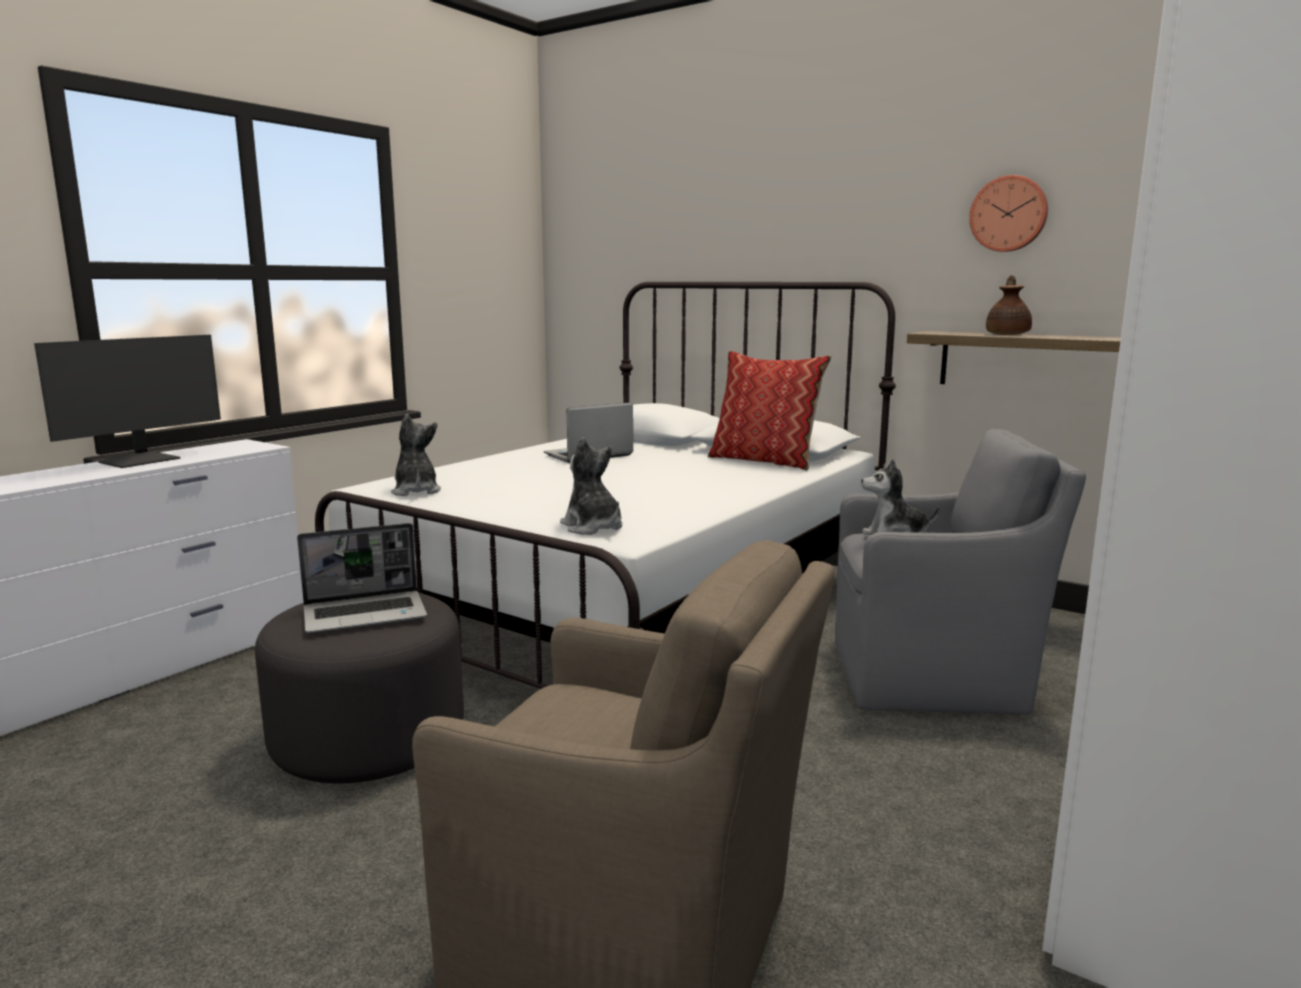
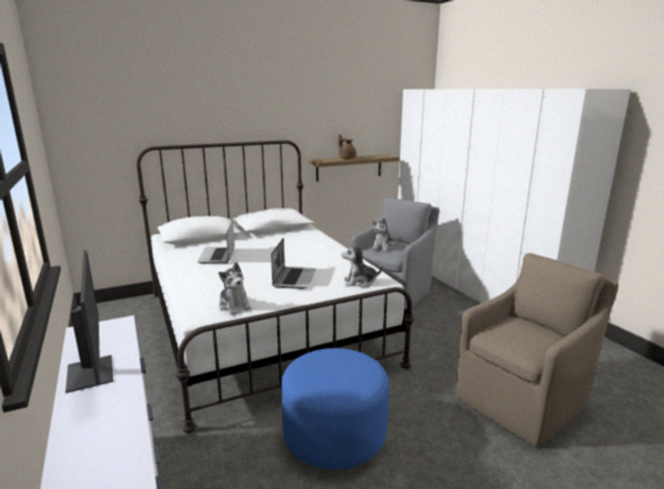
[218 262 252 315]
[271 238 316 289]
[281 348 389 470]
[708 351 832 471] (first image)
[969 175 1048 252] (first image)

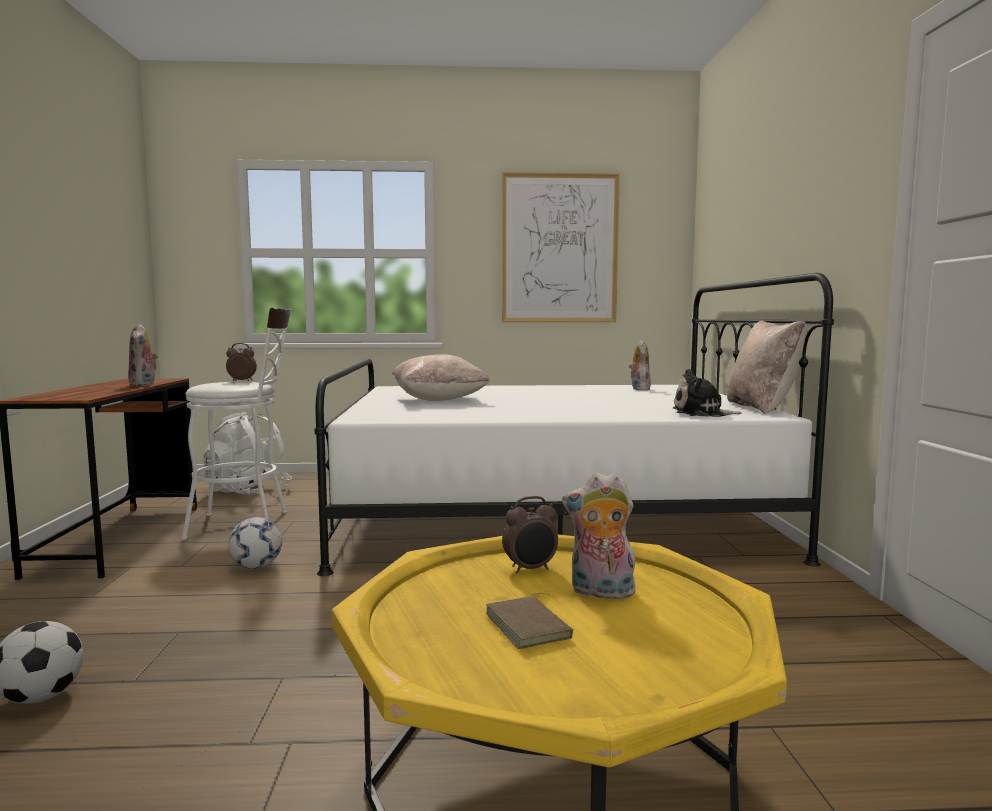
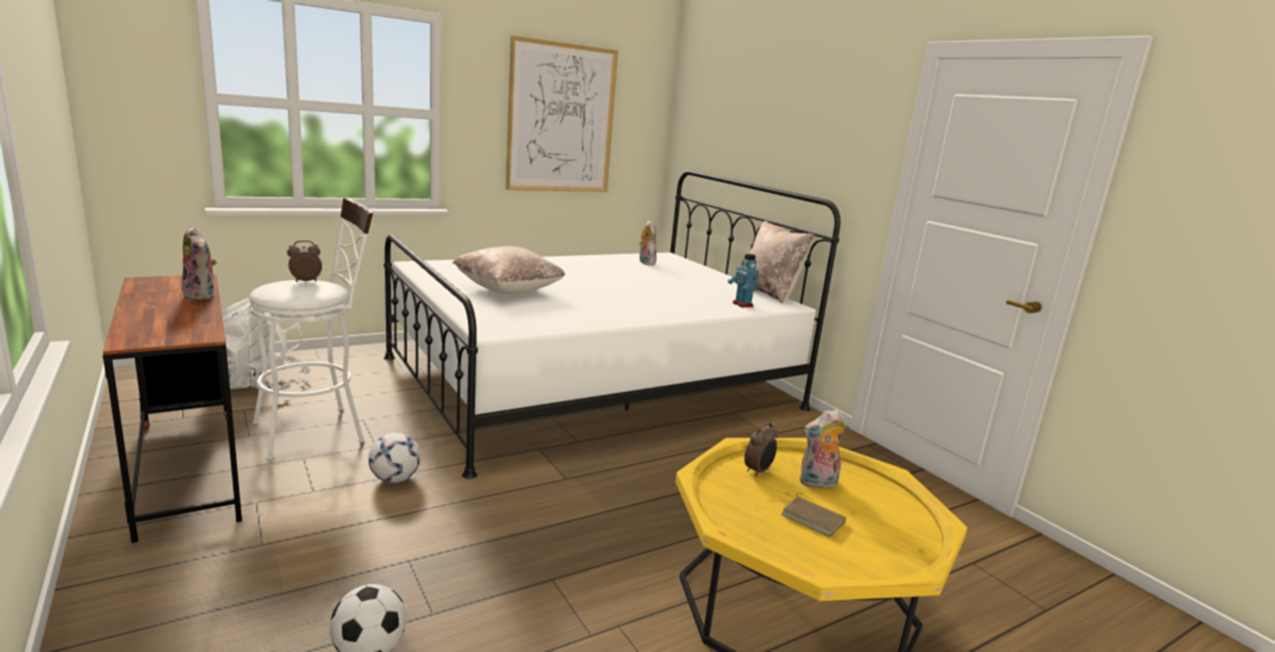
[728 254 759 307]

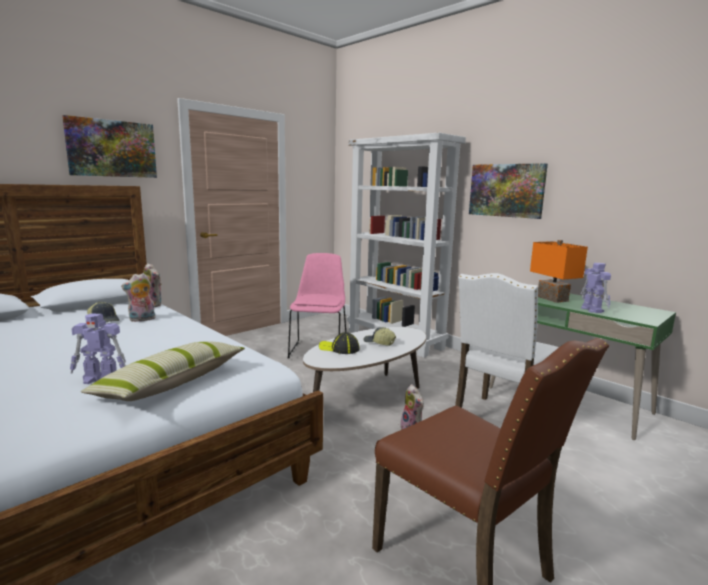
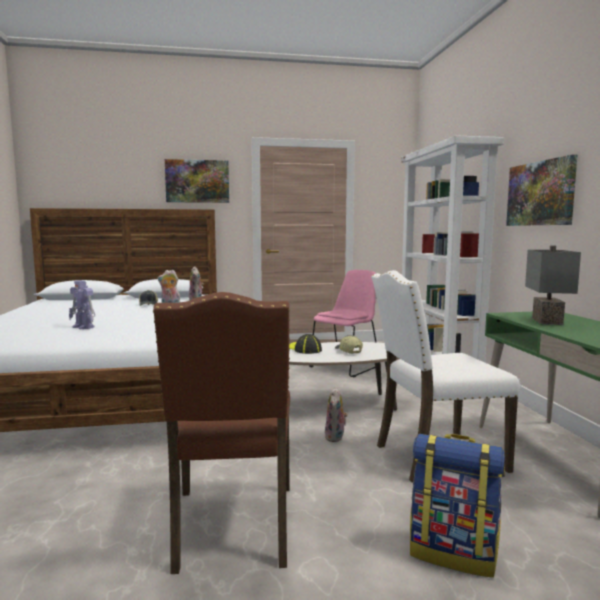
[410 434 505 578]
[525 245 581 325]
[80 341 245 401] (first image)
[581 263 611 313] (first image)

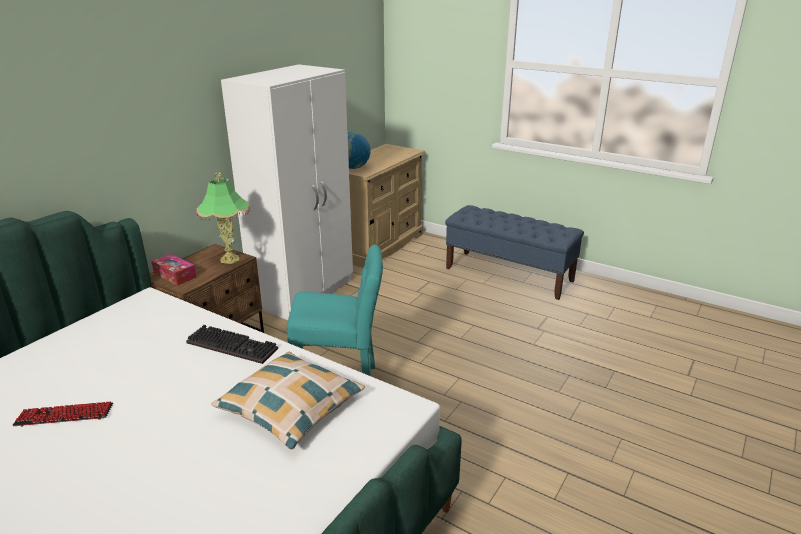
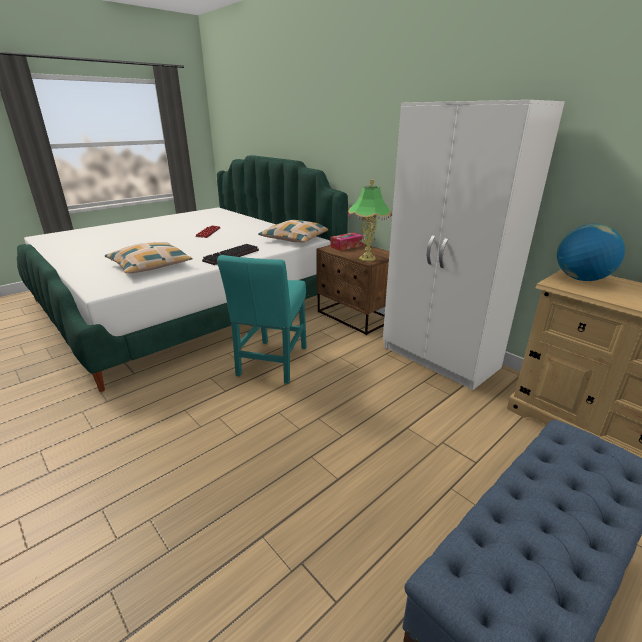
[258 220 328 243]

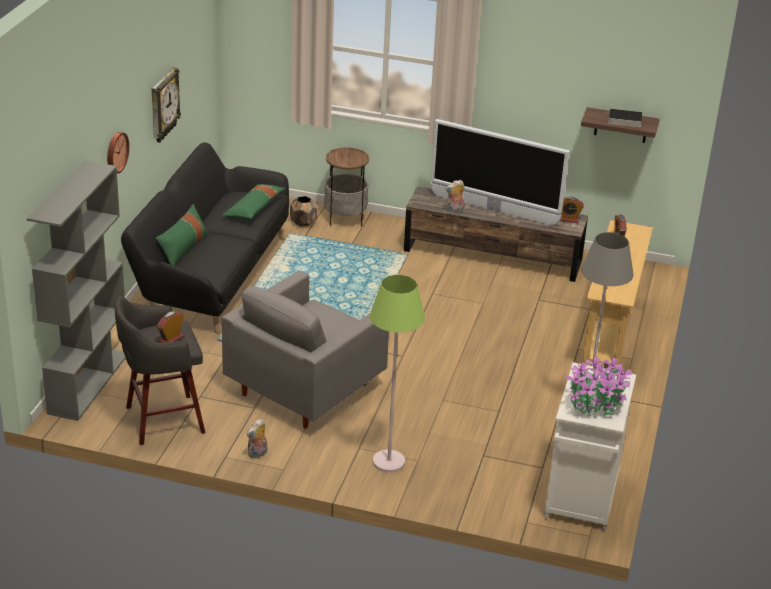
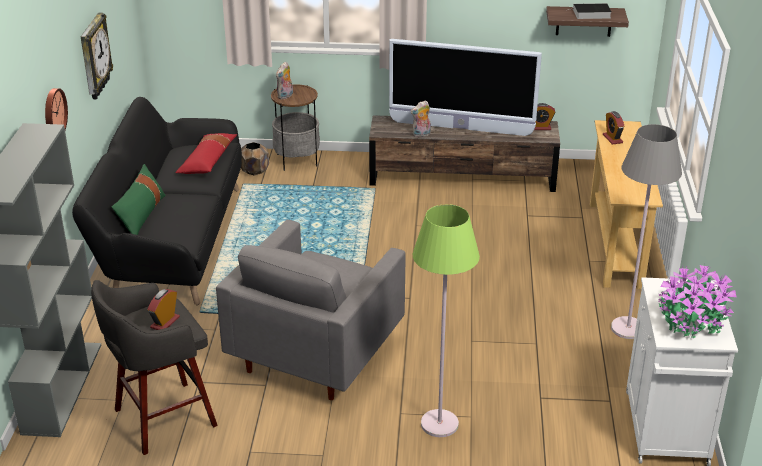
[175 133 237 174]
[276 61 293 99]

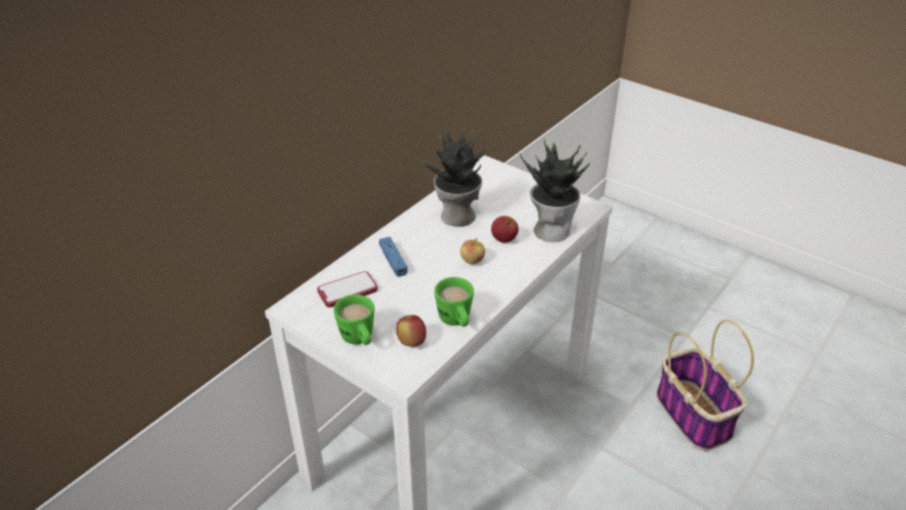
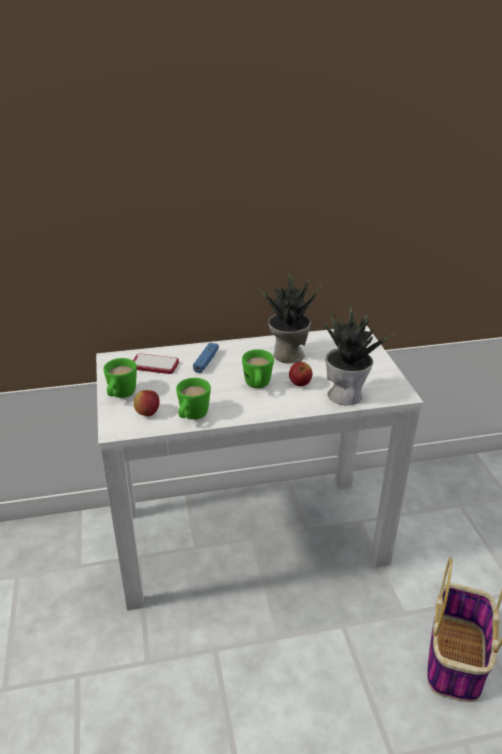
[242 349 274 388]

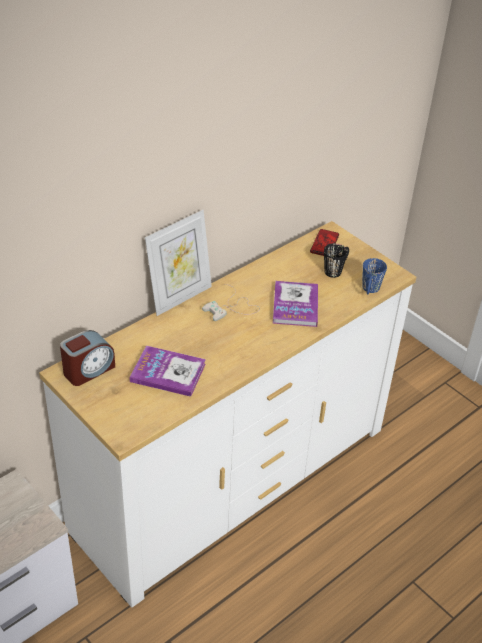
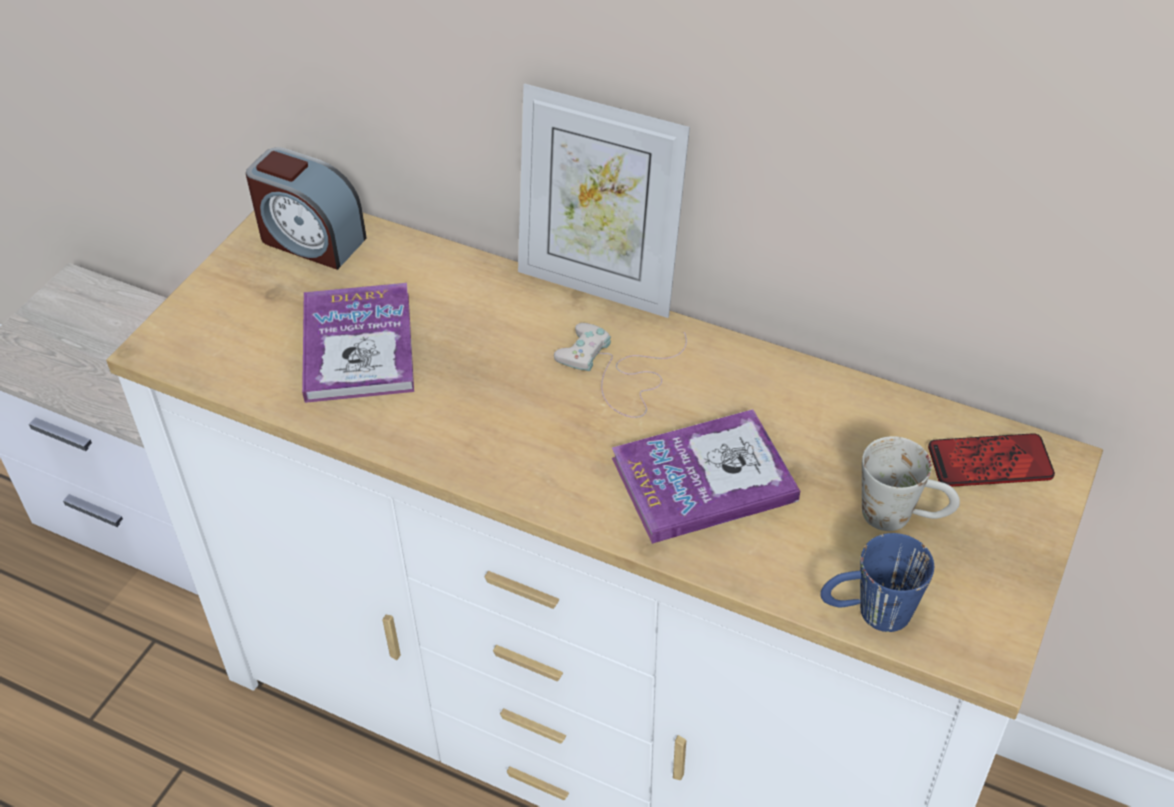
[862 436 960 531]

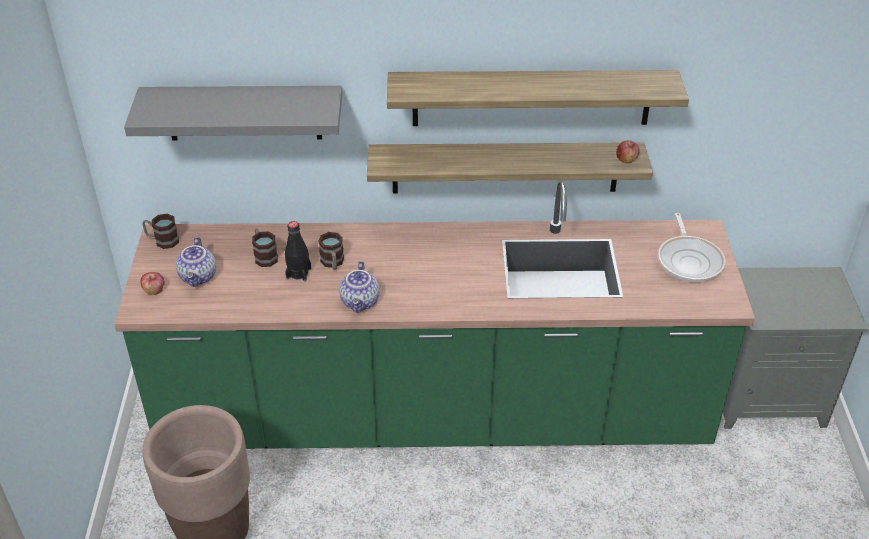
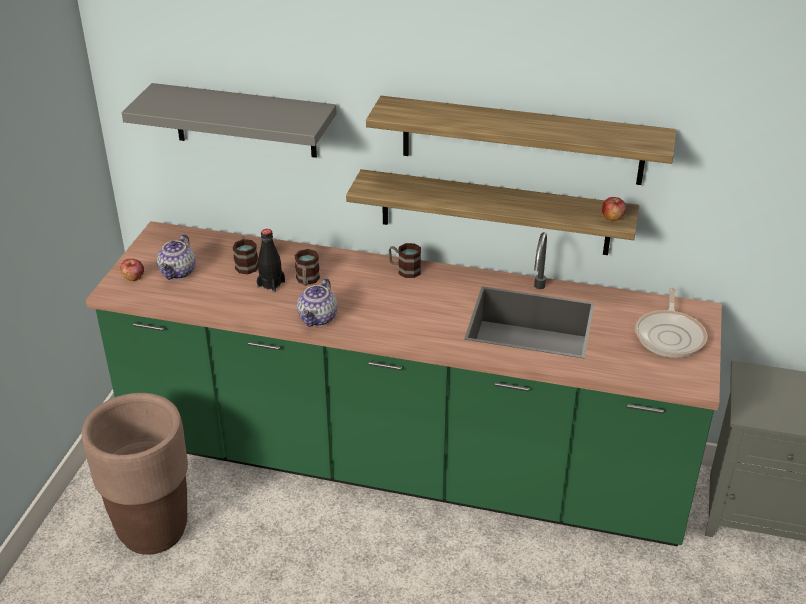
[389 243 421 278]

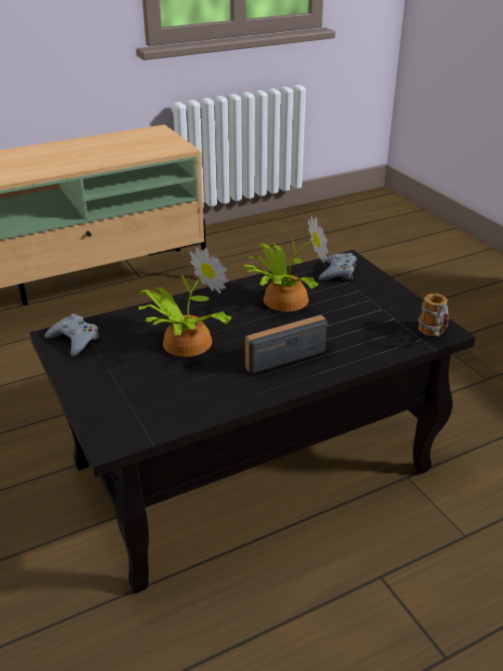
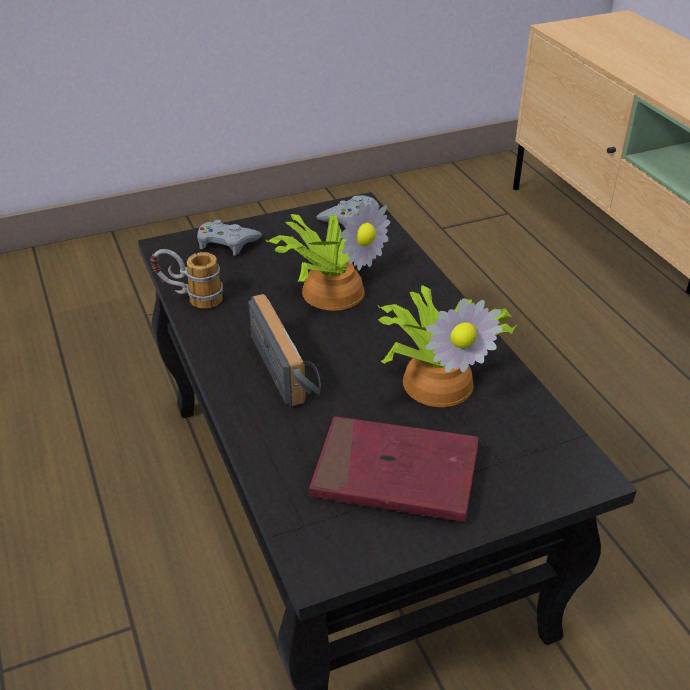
[151 249 223 309]
[197 220 262 256]
[309 416 479 522]

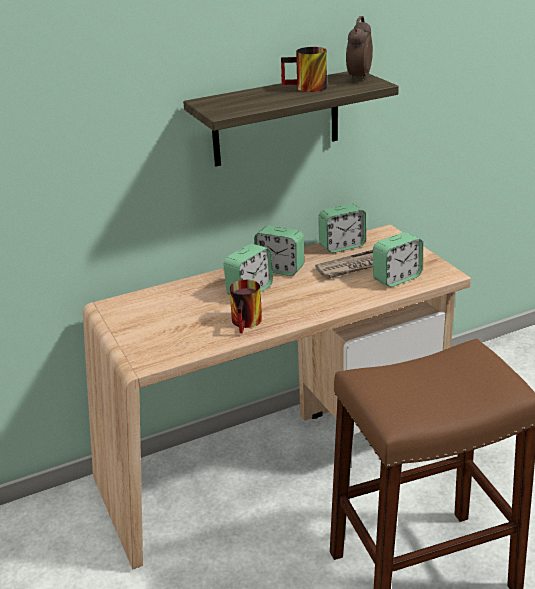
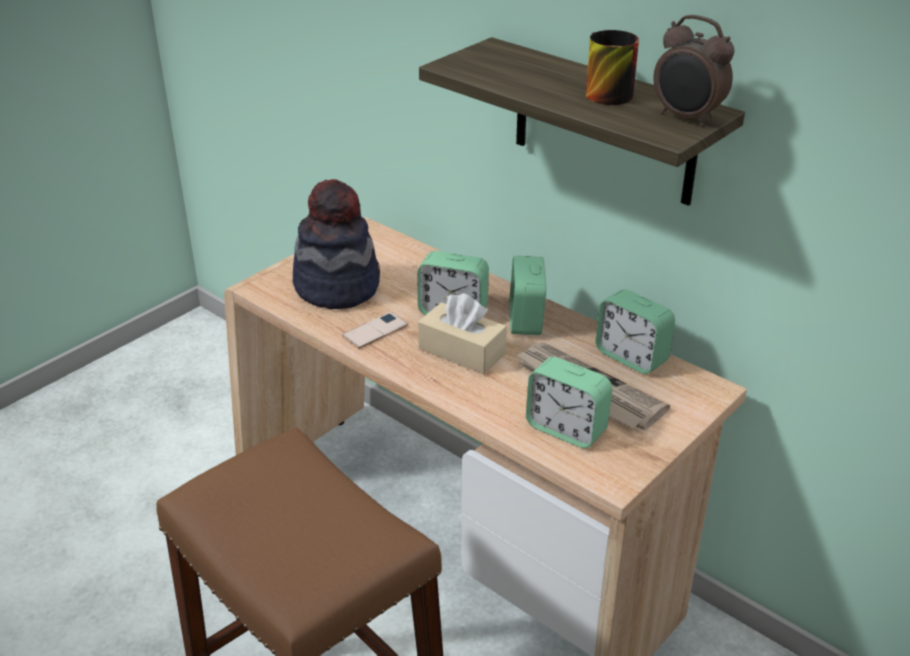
[293 179 380 309]
[342 312 408 349]
[418 293 507 374]
[653 15 735 127]

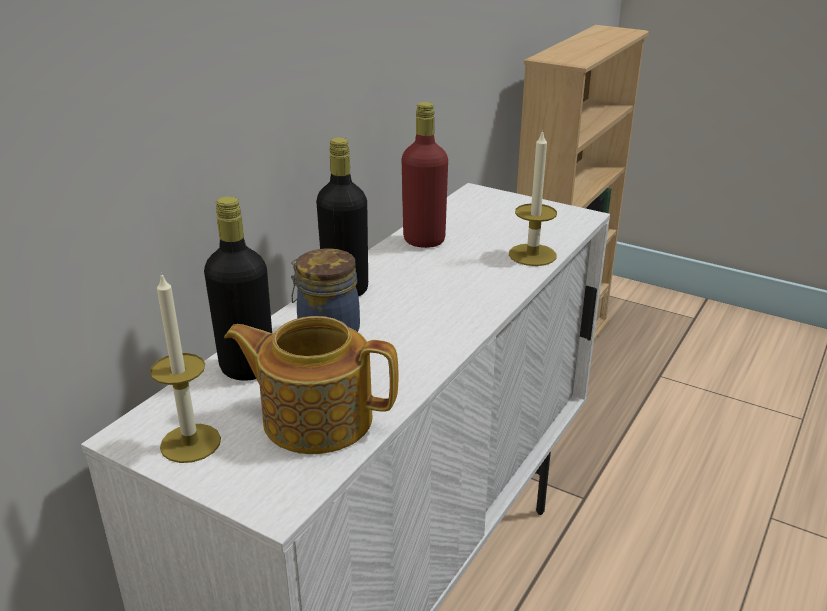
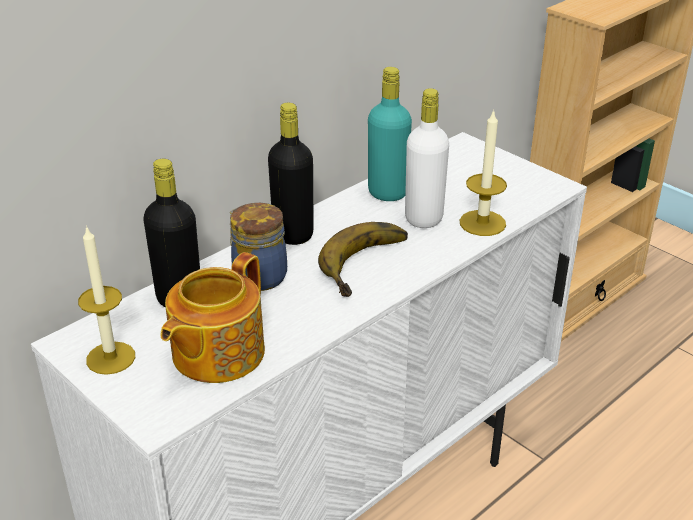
[161 252 265 383]
[318 222 408 297]
[368 67 412 201]
[405 88 449 228]

